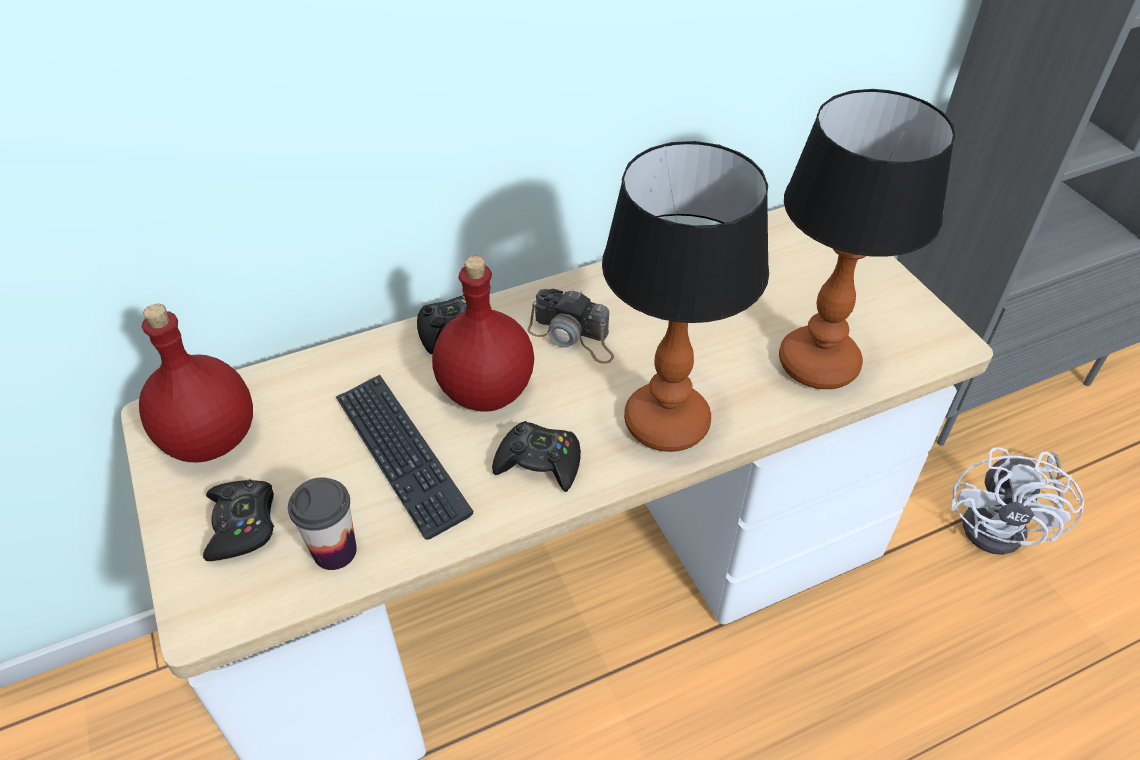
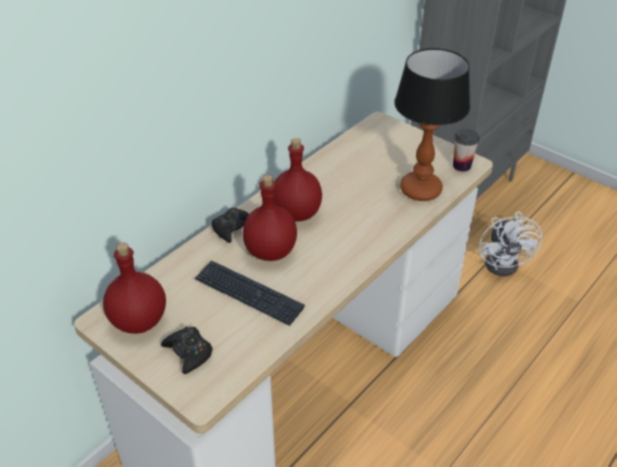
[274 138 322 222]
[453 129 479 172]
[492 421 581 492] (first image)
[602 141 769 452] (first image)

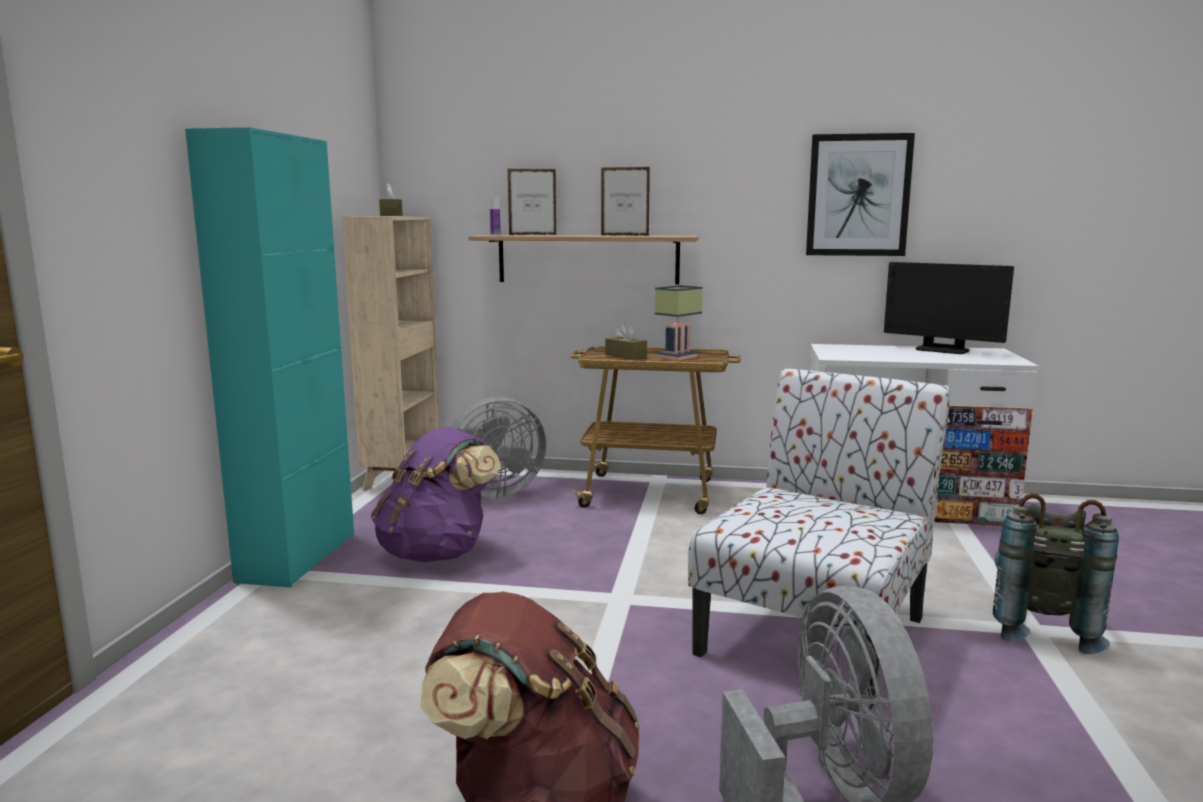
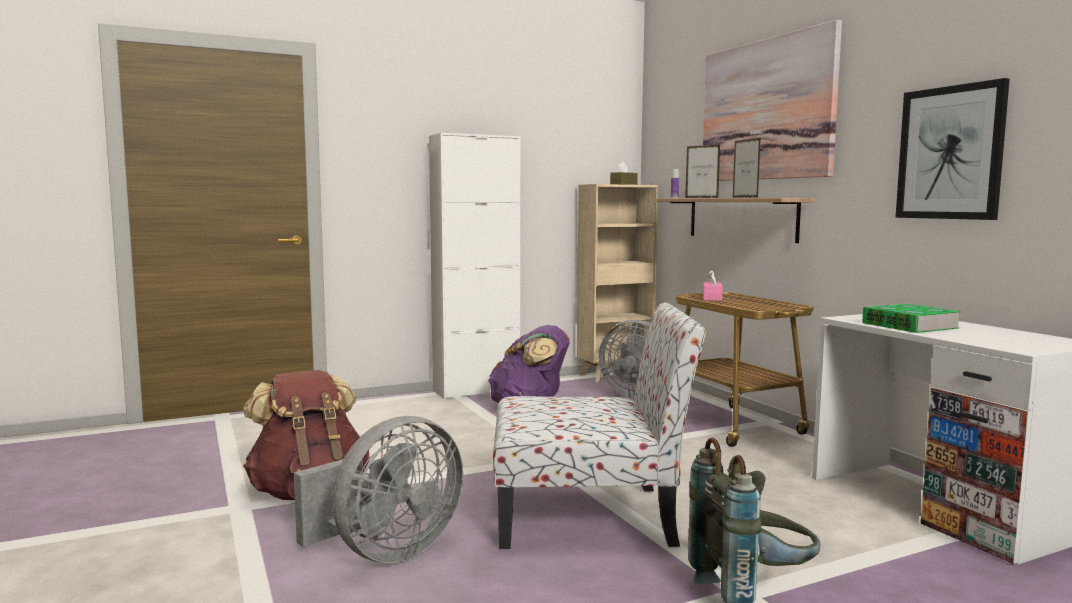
[429 133 520 399]
[703 20 842 181]
[703 270 723 301]
[862 304 961 333]
[655 285 703 361] (first image)
[884 262 1014 354] (first image)

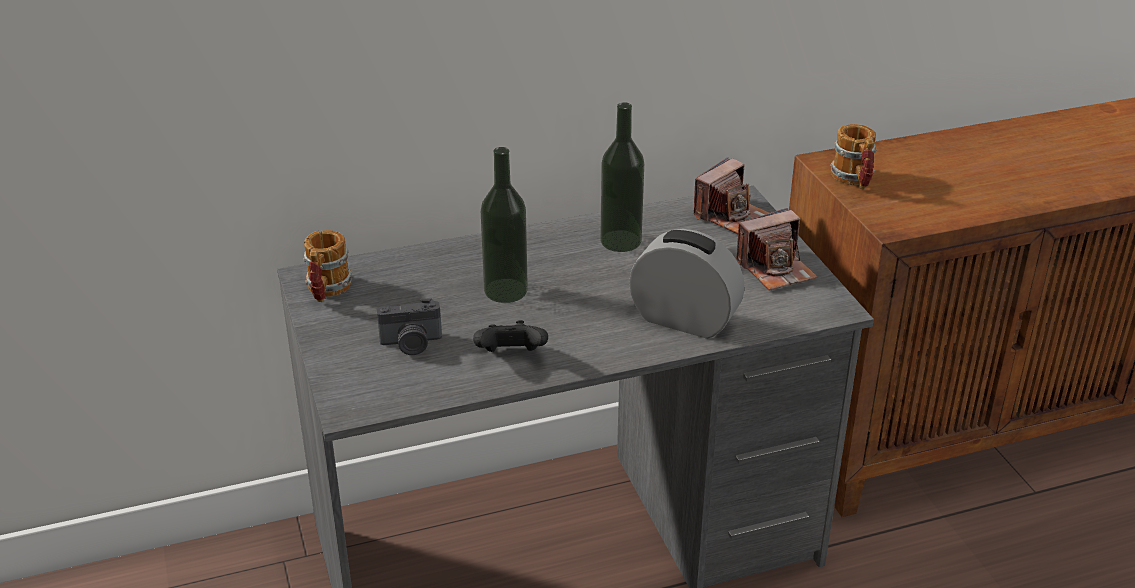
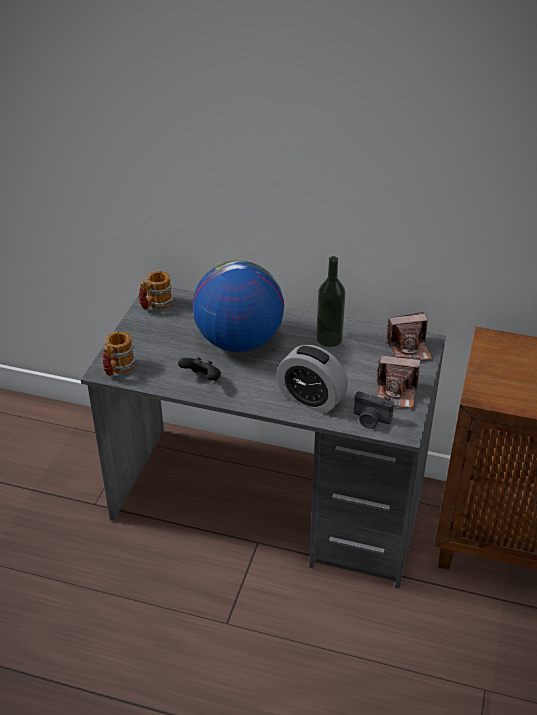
[103 331 136 376]
[192 260 284 352]
[276 345 348 414]
[354 391 394 429]

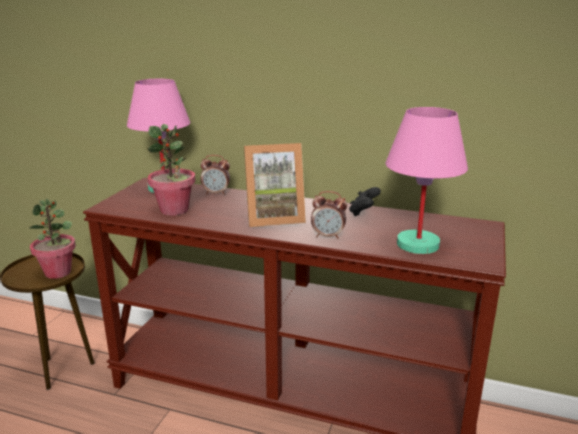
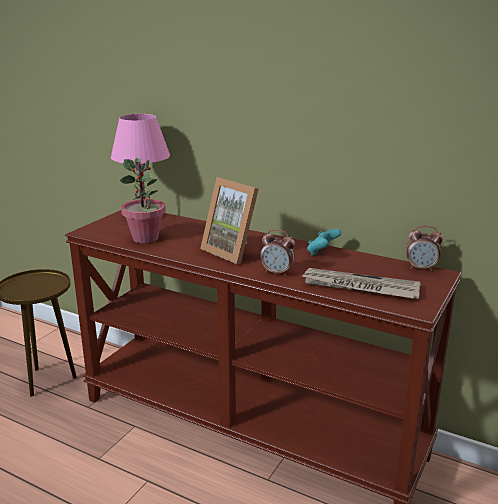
[200 177 259 264]
[301 268 421 299]
[307 228 341 256]
[406 226 443 271]
[29 199 76 279] (first image)

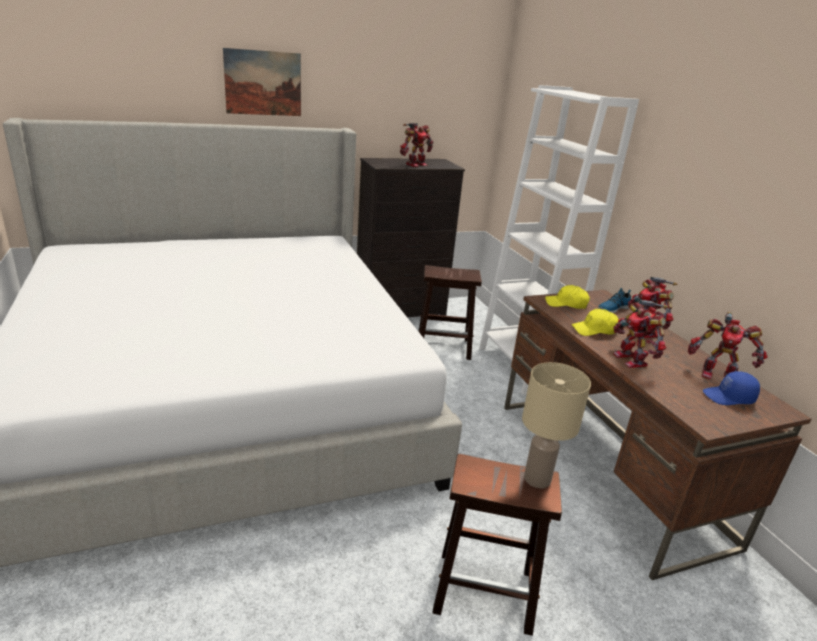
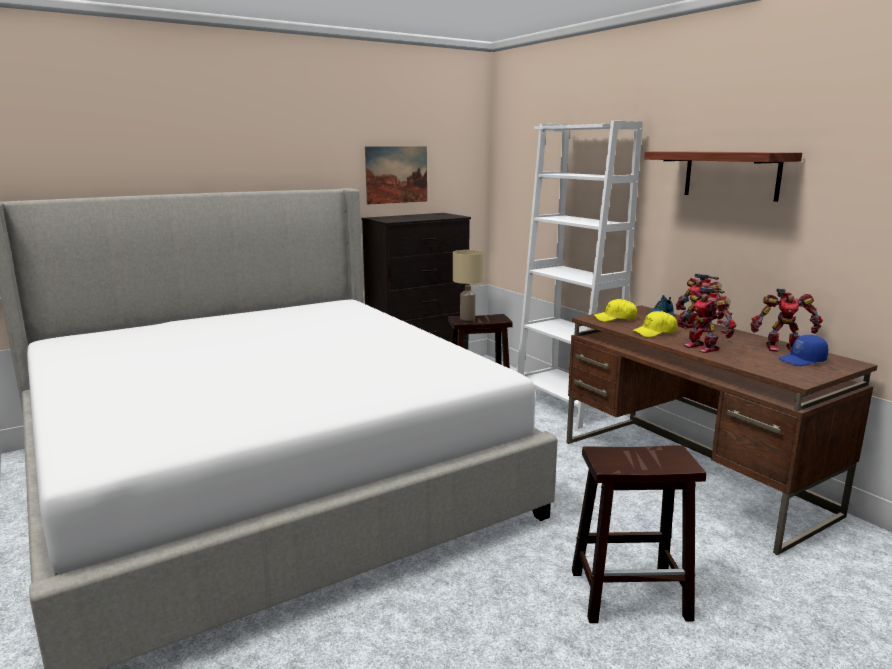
[365 146 427 205]
[453 250 484 321]
[644 151 802 202]
[400 123 434 167] (first image)

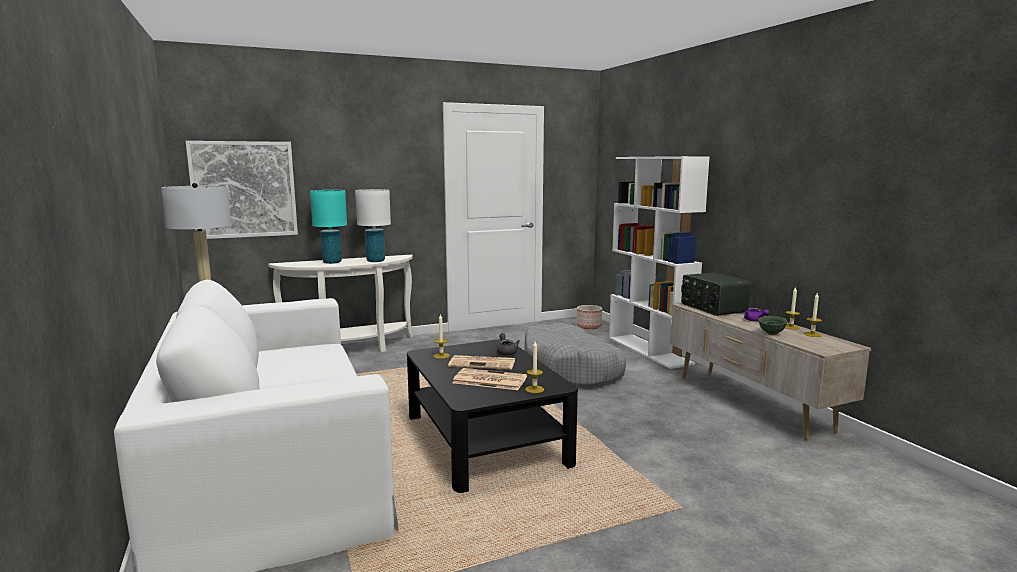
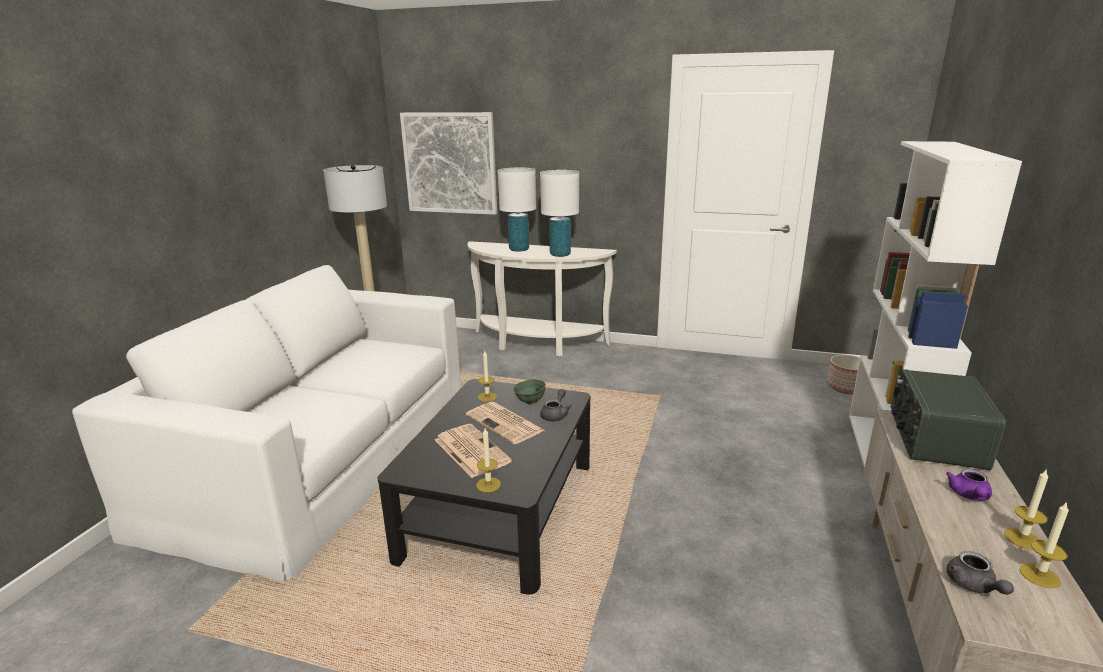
[497 168 536 252]
[514 379 546 405]
[947 551 1014 595]
[524 323 626 388] (first image)

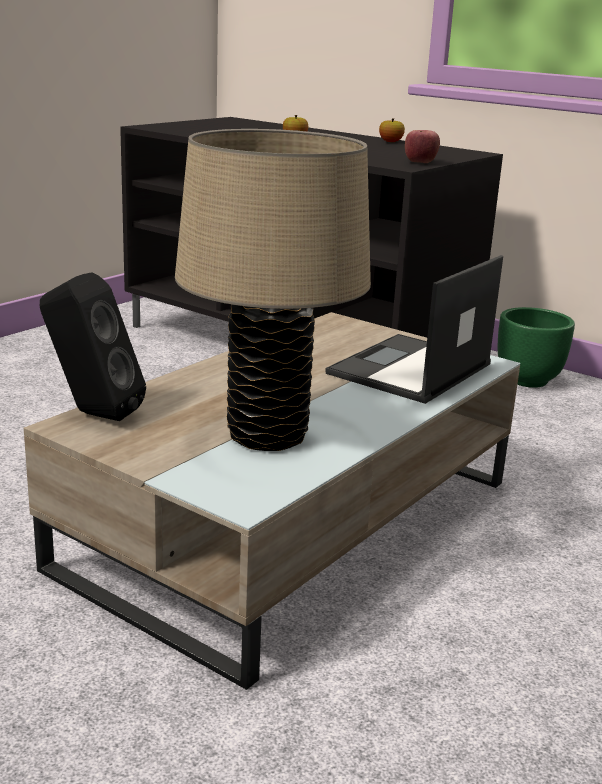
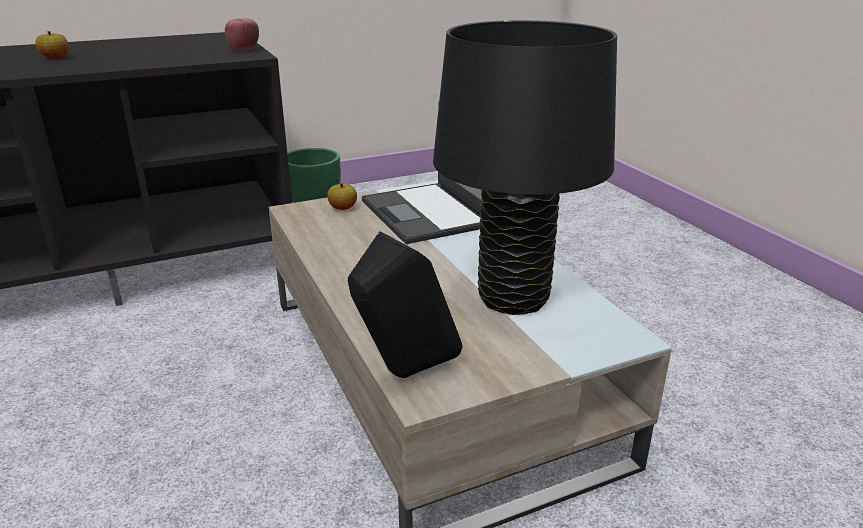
[327 183 357 210]
[433 20 617 315]

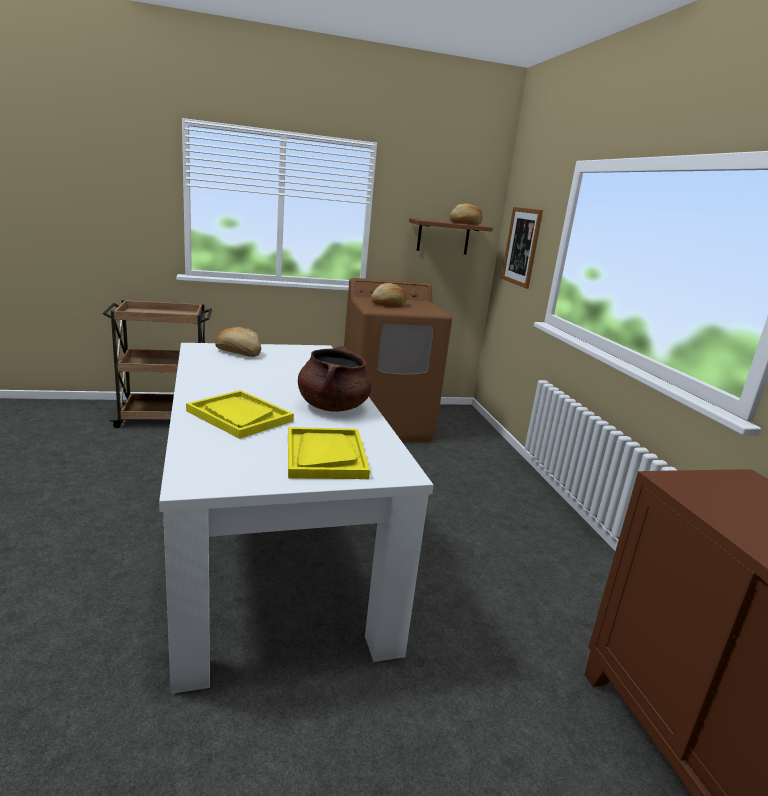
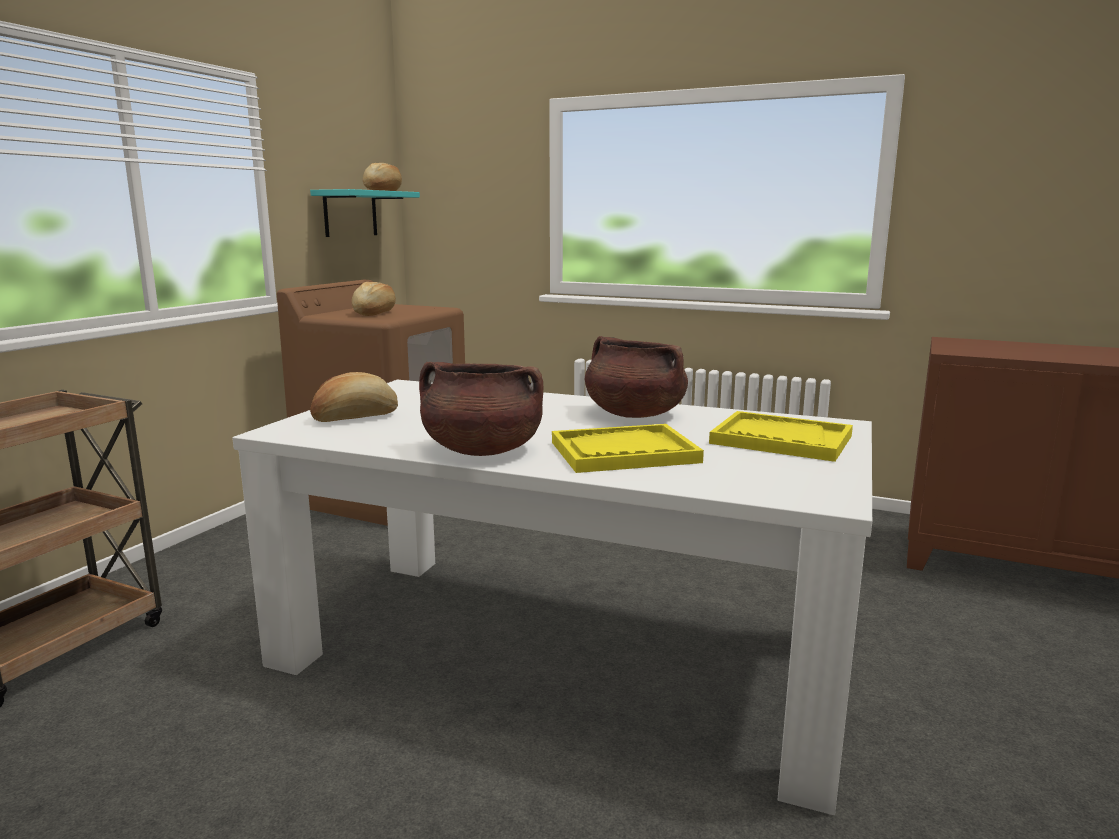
[310 189 420 237]
[419 362 543 456]
[501 207 543 289] (first image)

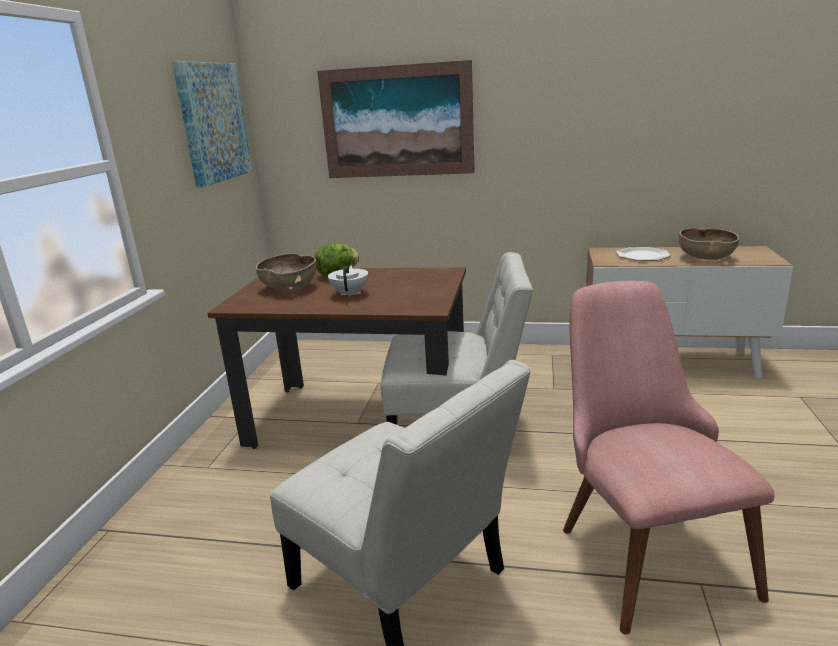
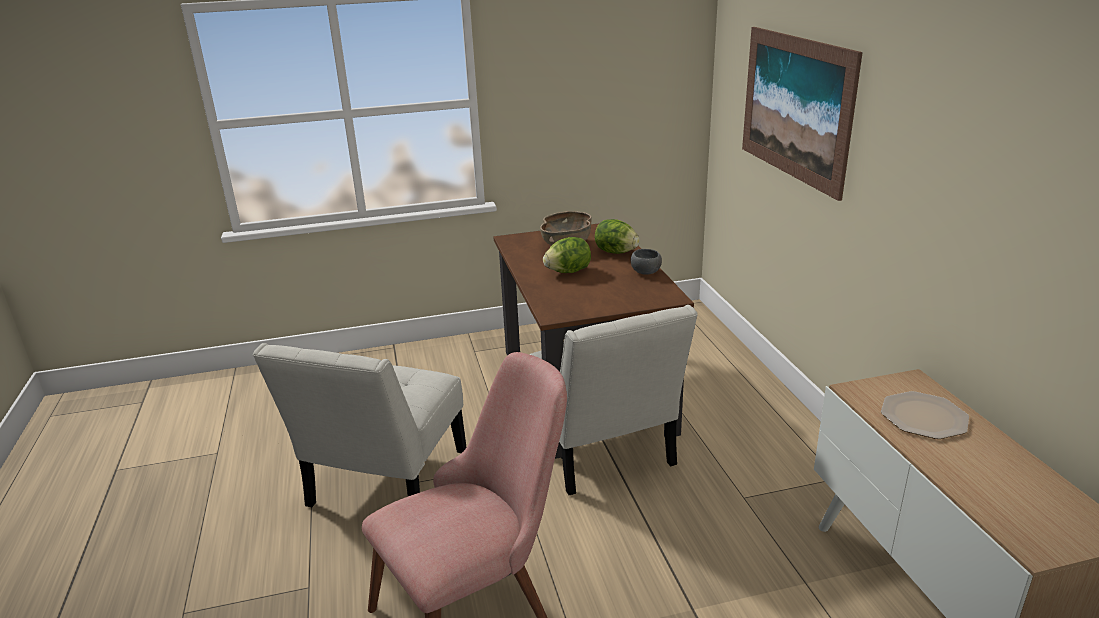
[543 237 591 273]
[631 249 662 275]
[172 61 253 188] (first image)
[679 228 739 260] (first image)

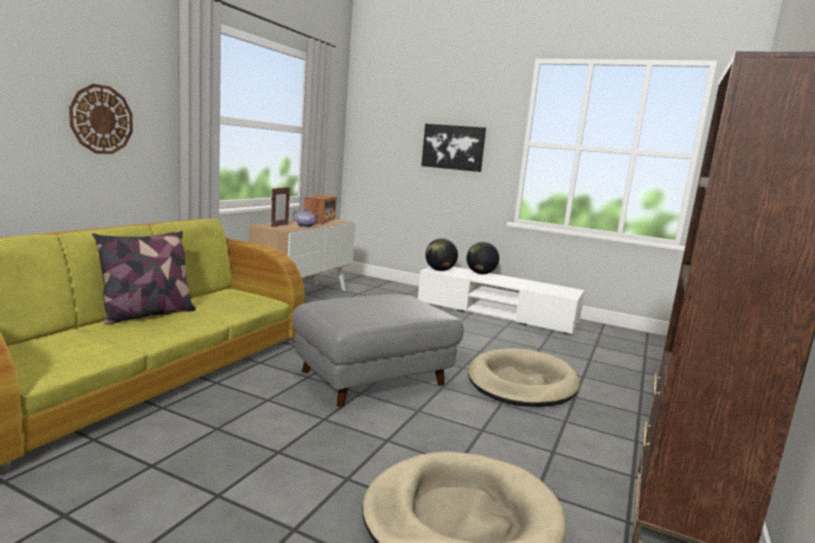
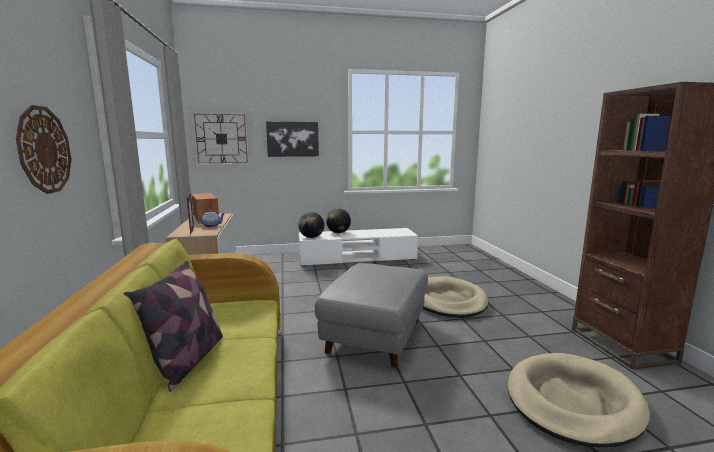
[192 112 250 165]

